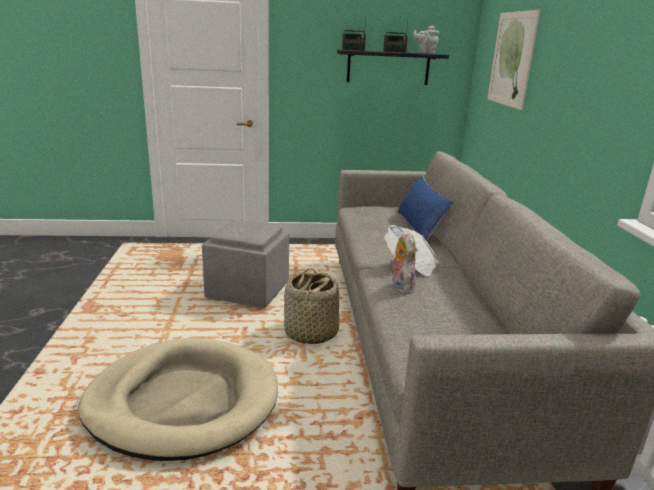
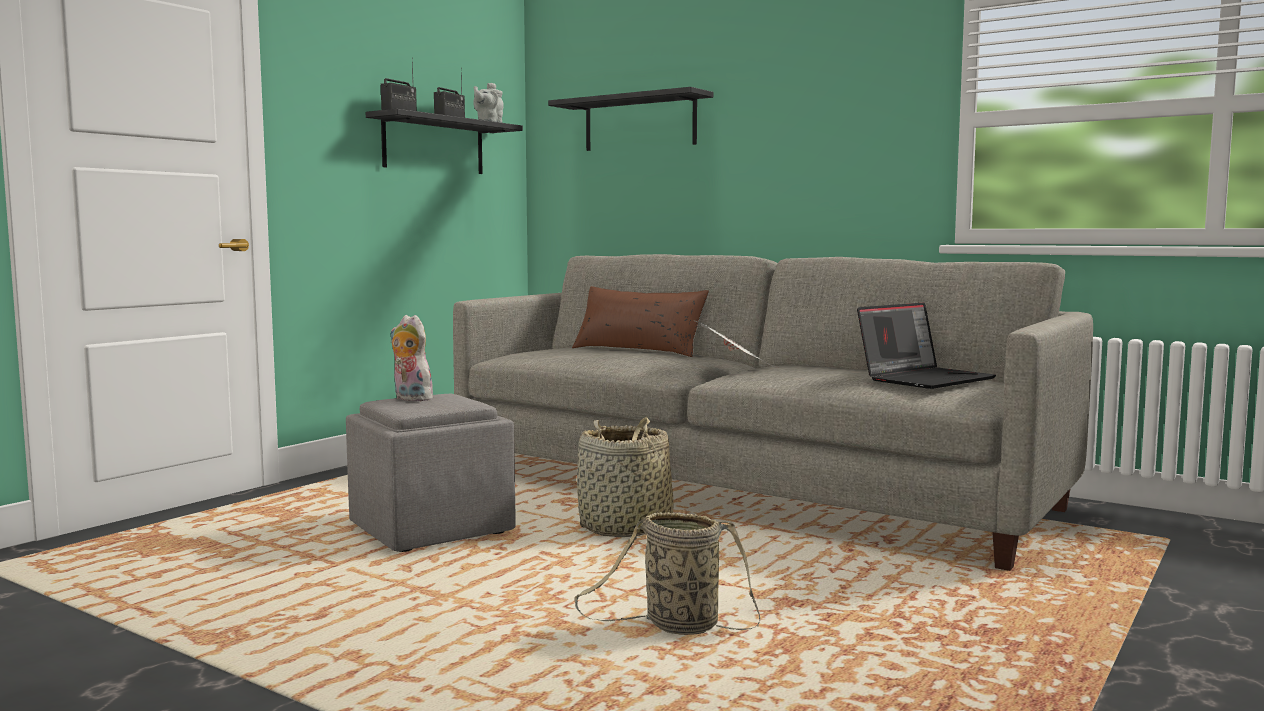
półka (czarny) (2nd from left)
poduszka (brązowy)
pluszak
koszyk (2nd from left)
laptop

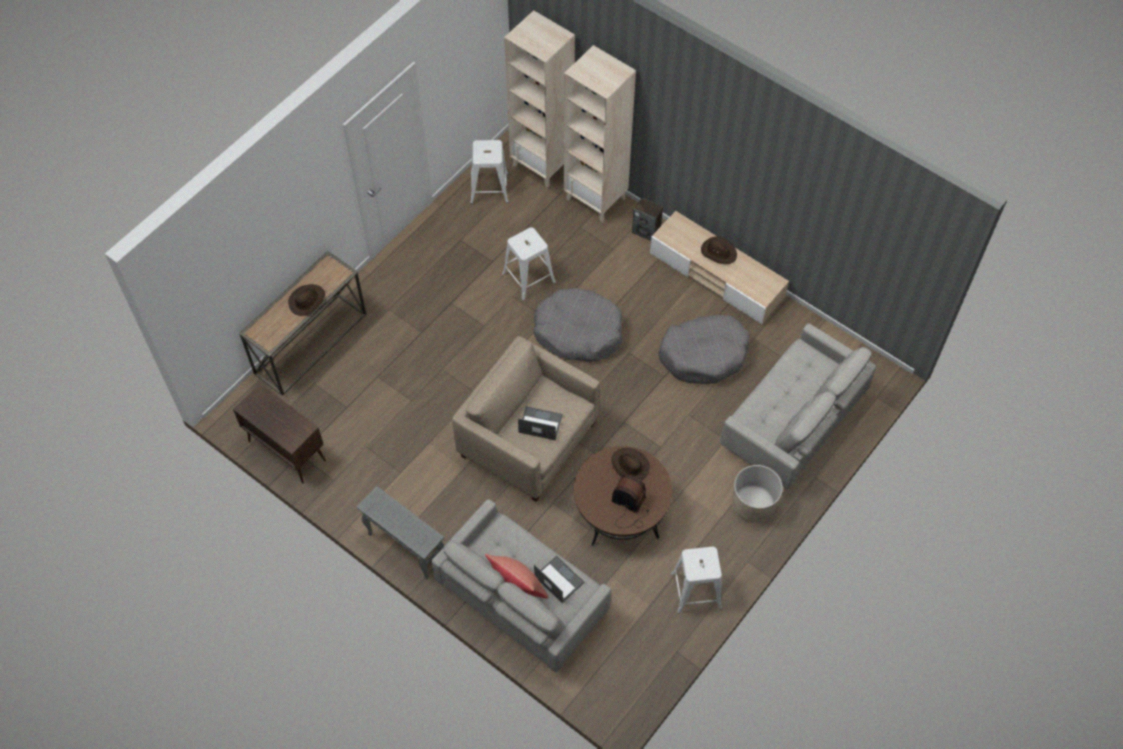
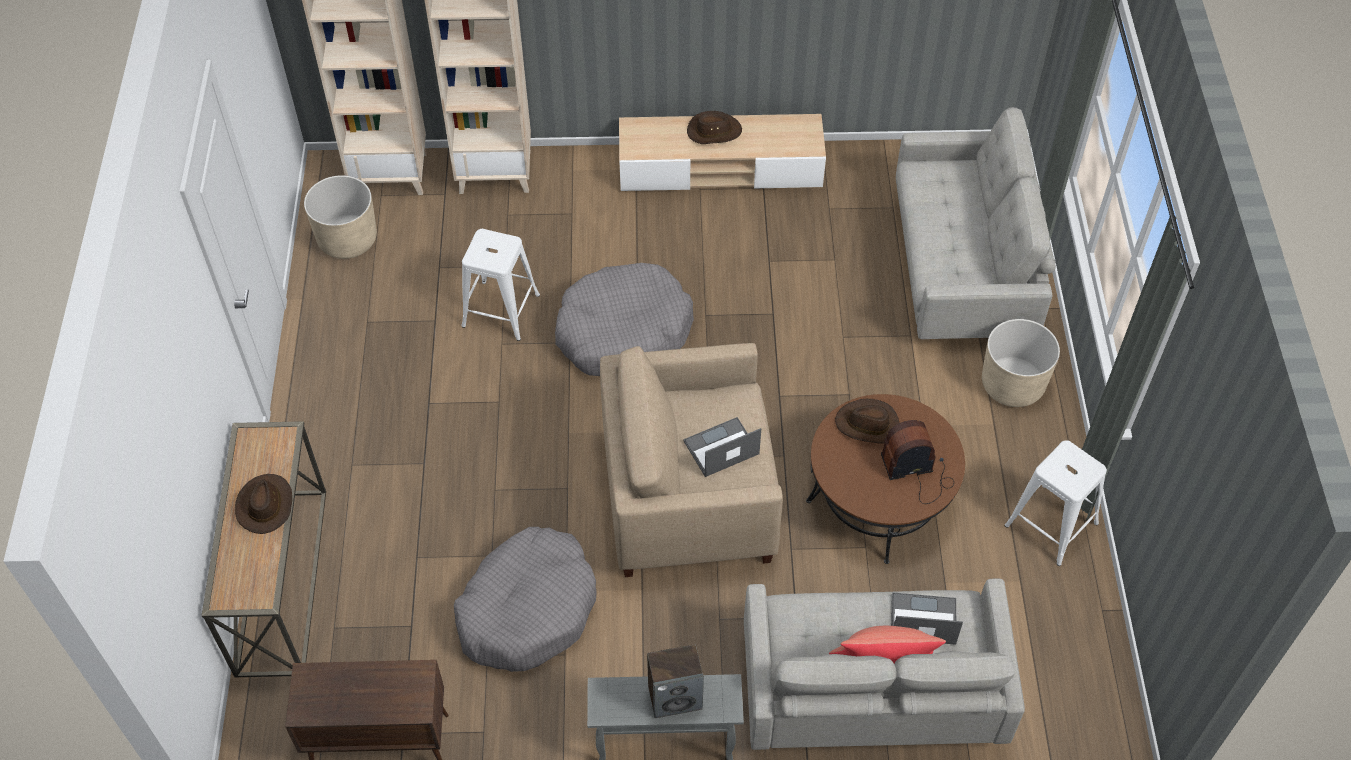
donica (beżowy) (1st from left)
głośnik
legowisko (szary) (1st from left)

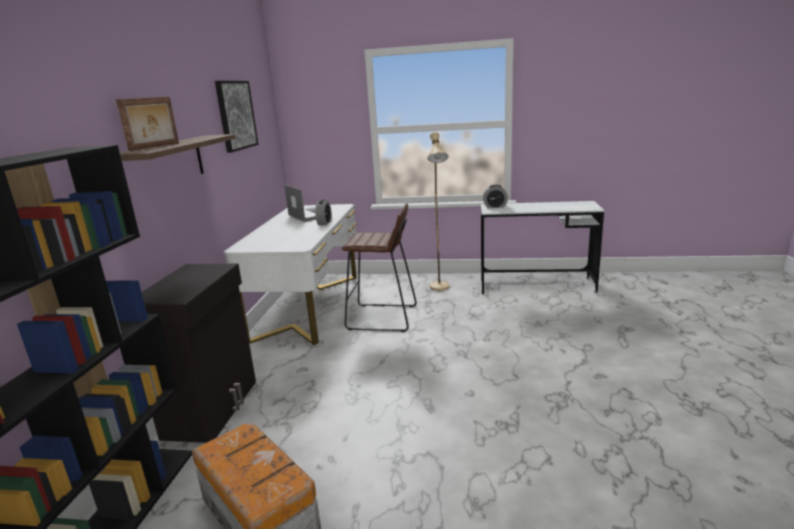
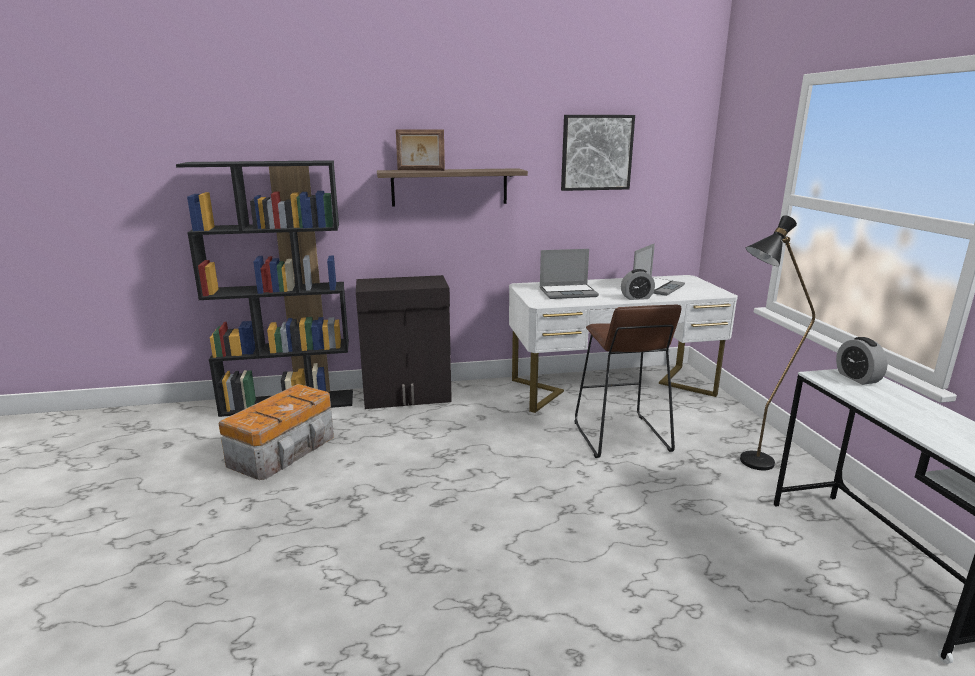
lampa stojąca (czarny)
laptop (1st from left)

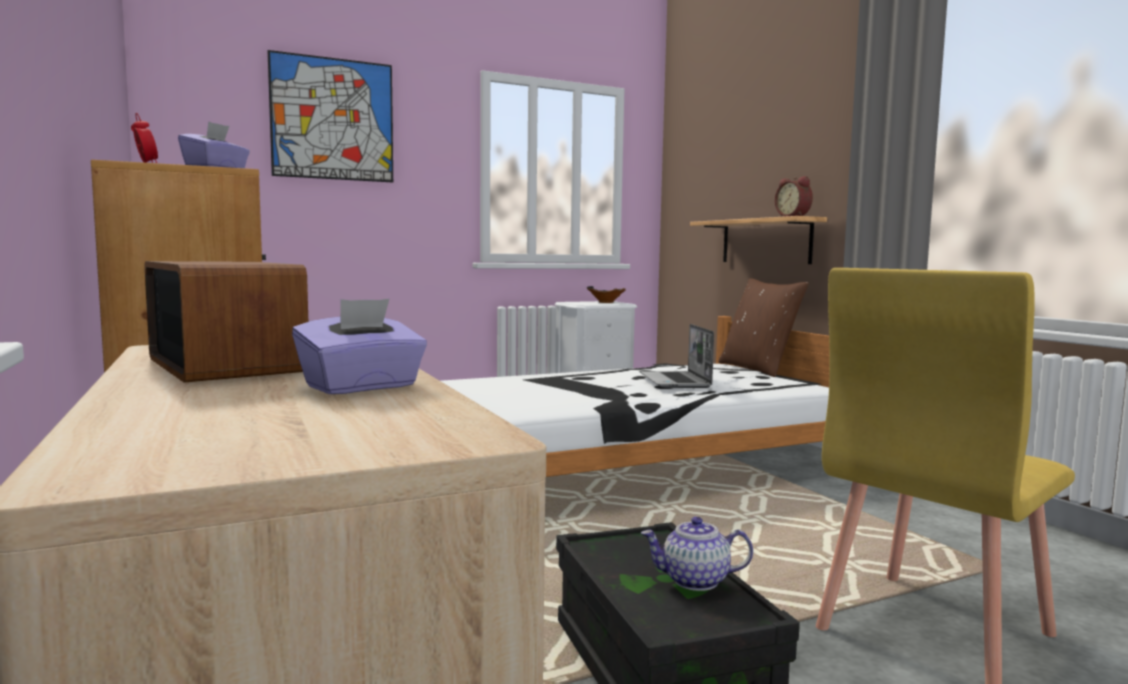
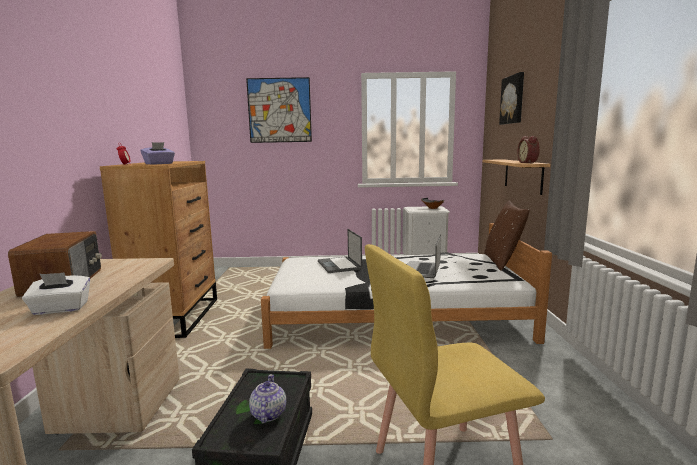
pudełko chusteczek (biały)
imbryk
obraz (2nd from left)
laptop (1st from left)

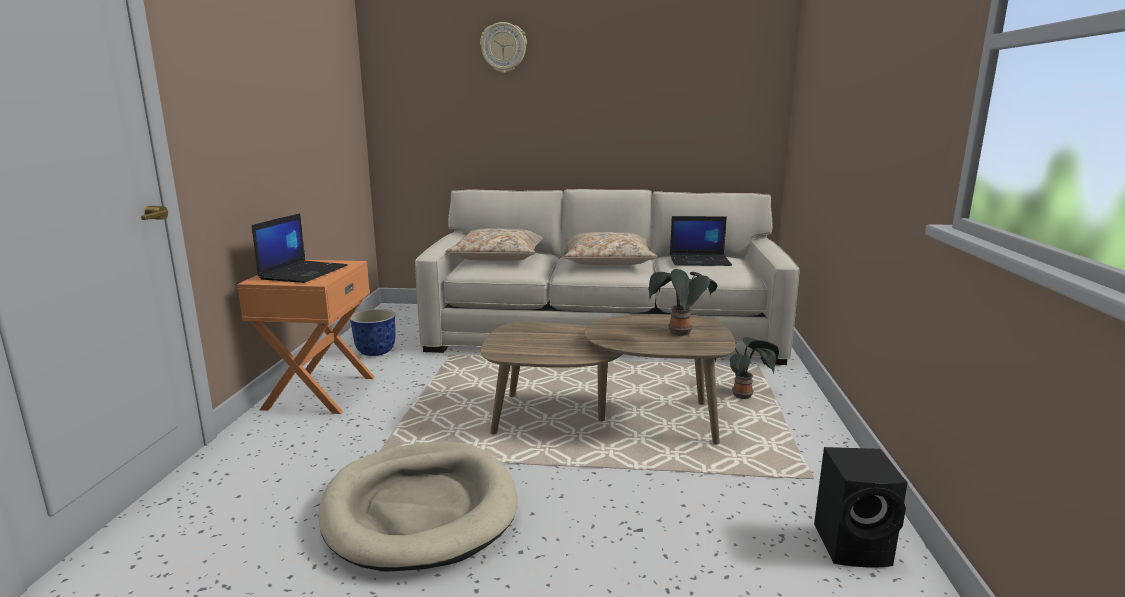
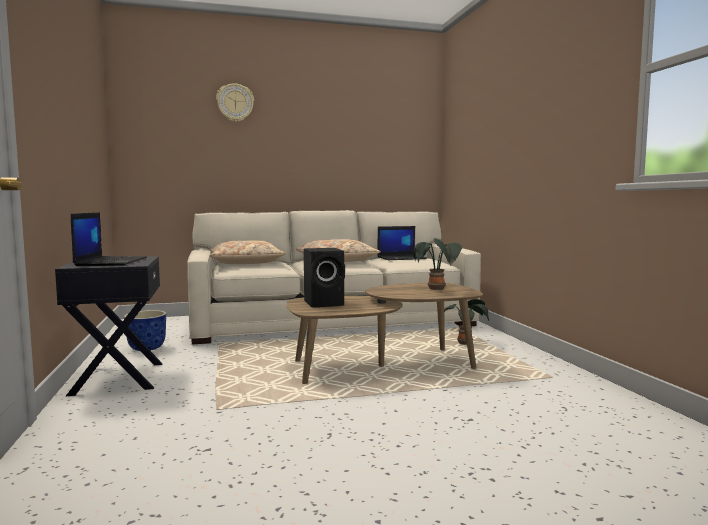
szafka nocna (czarny)
legowisko (beżowy)
głośnik (czarny)

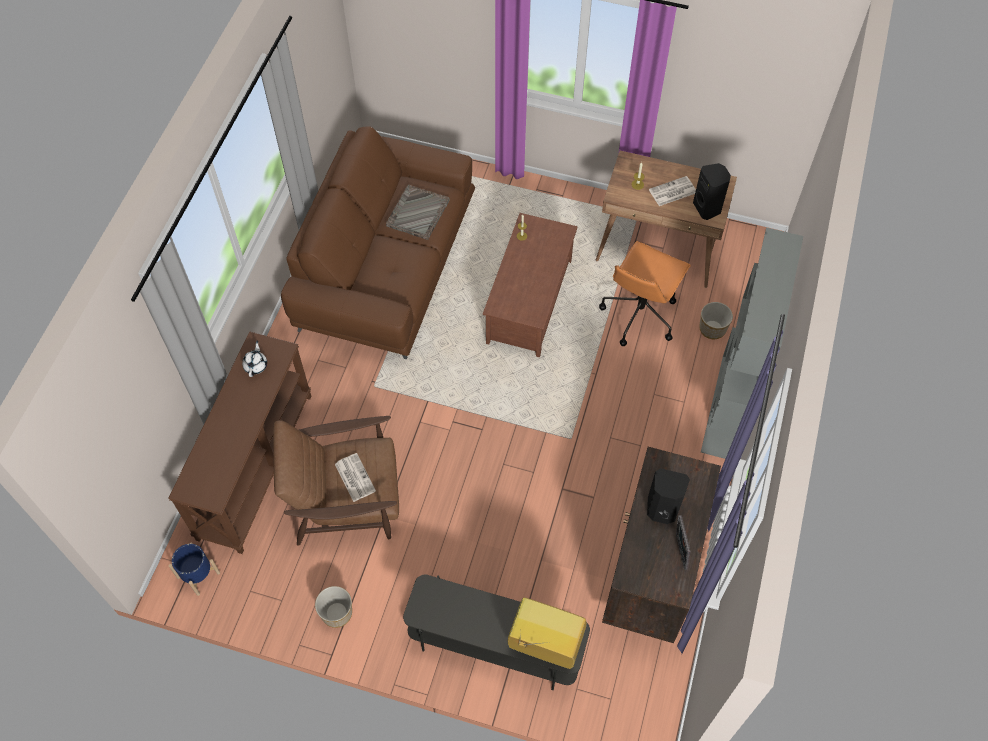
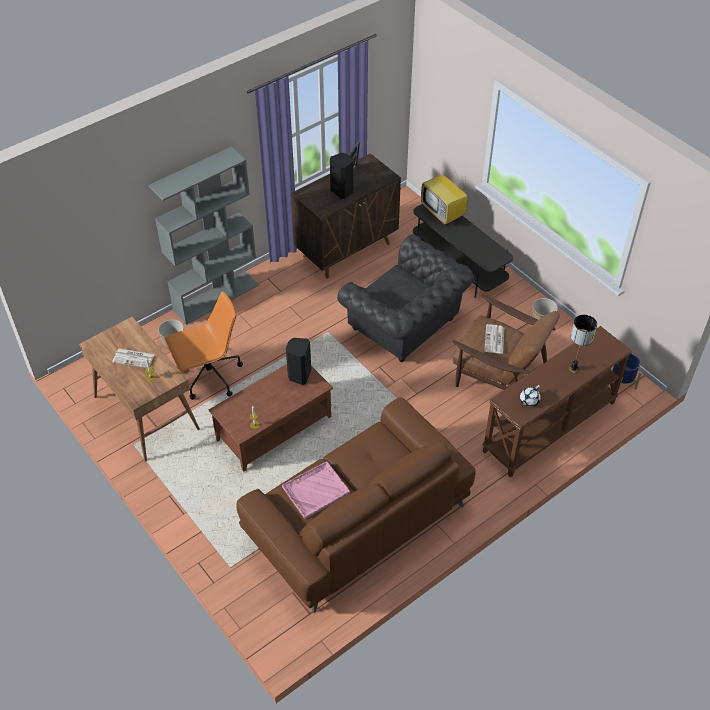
głośnik (czarny) (1st from left)
taca (różowy)
fotel (szary)
lampa stołowa

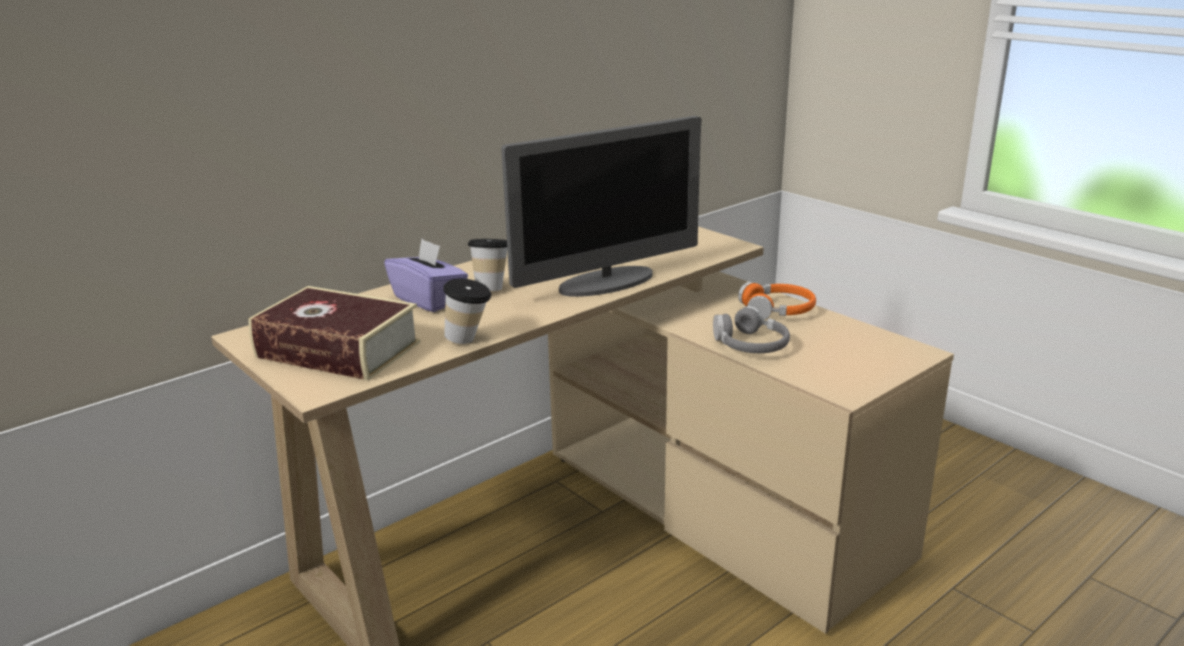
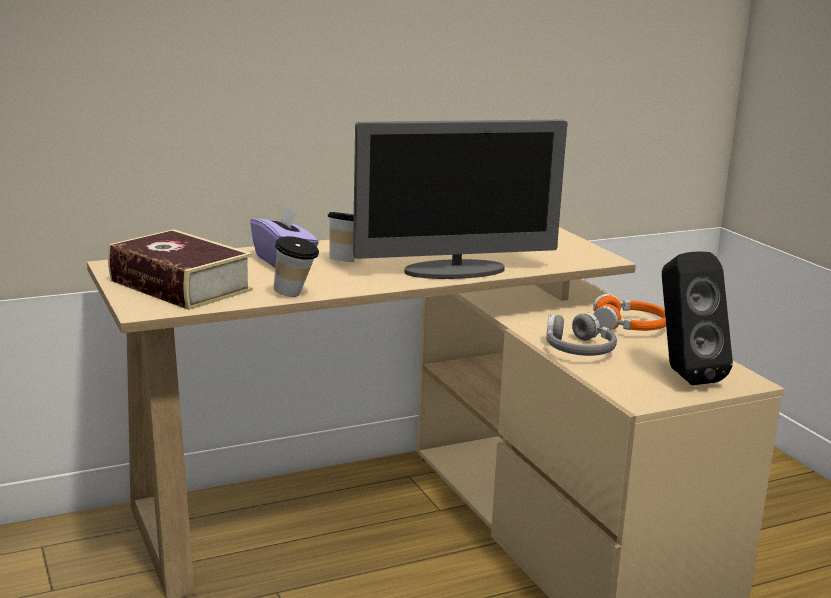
głośnik (czarny)

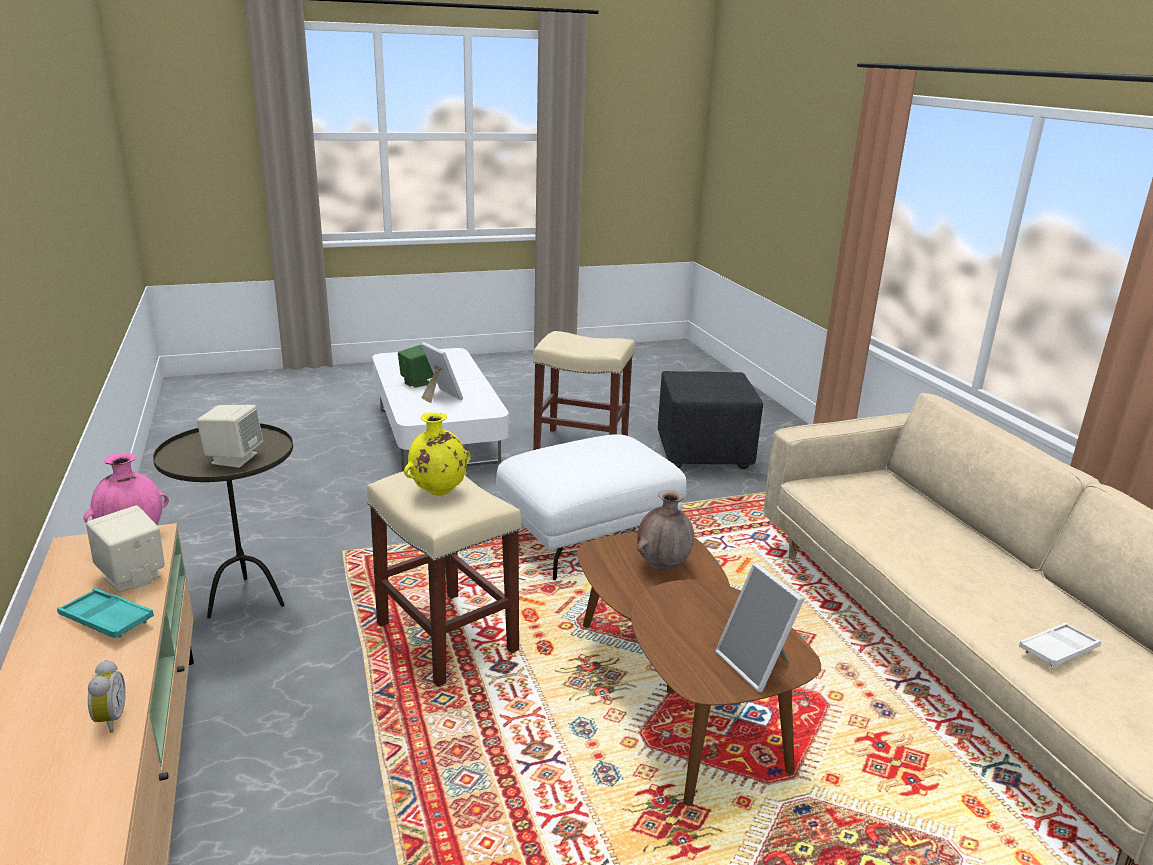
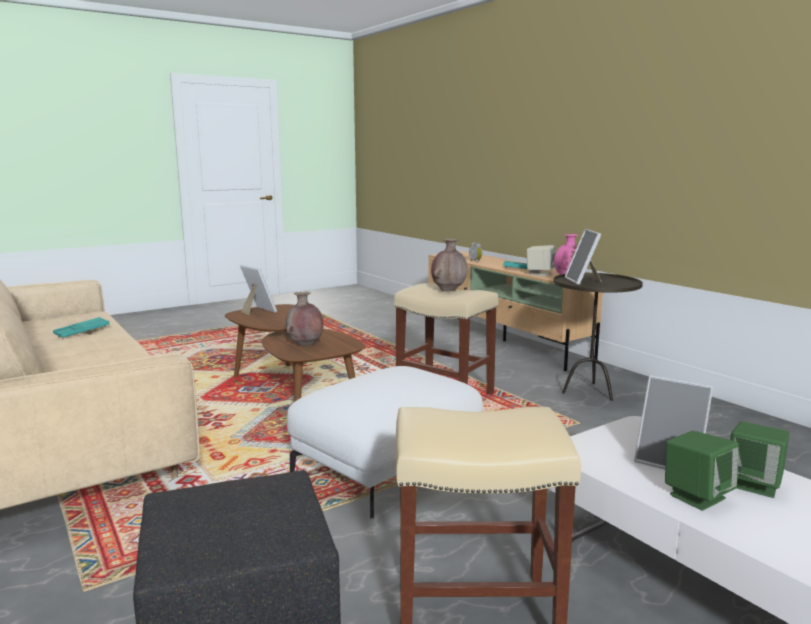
ramka na zdjęcie (2nd from left)
wazon (brązowy) (2nd from left)
taca (turkusowy) (1st from left)
głośnik (zielony) (1st from left)

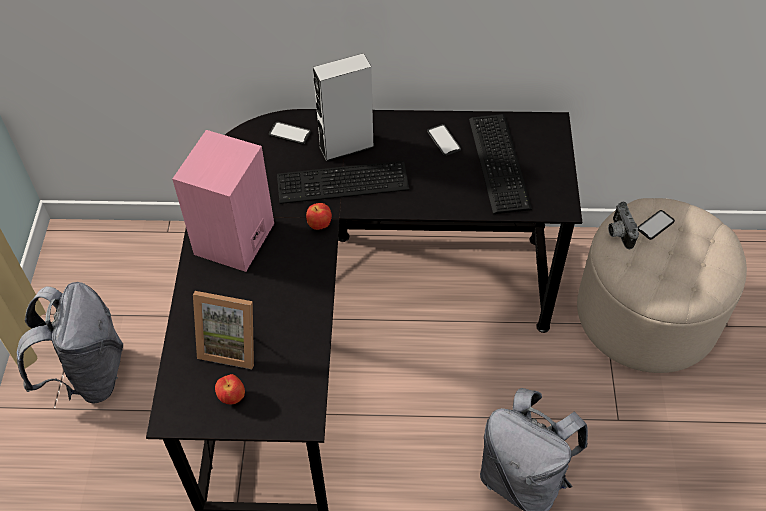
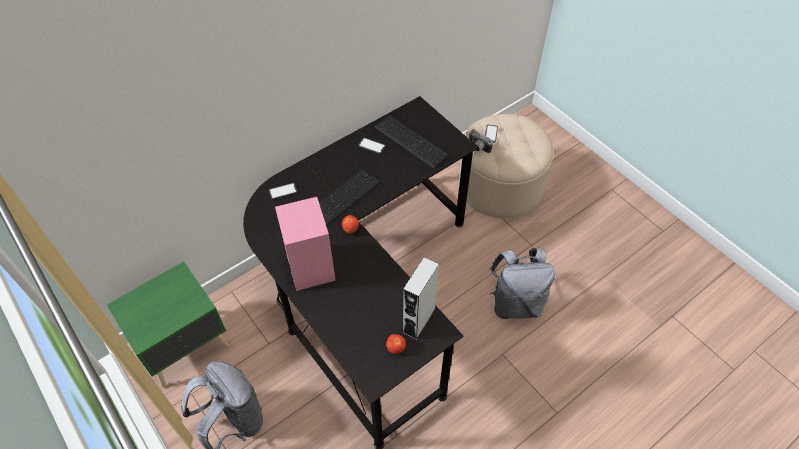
głośnik (szary)
ramka na zdjęcie
szafka nocna (zielony)

